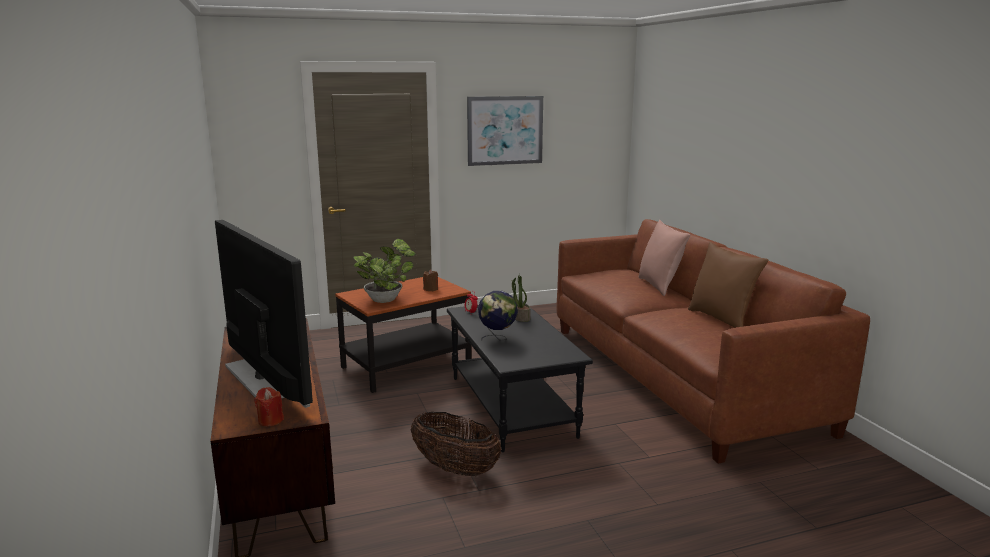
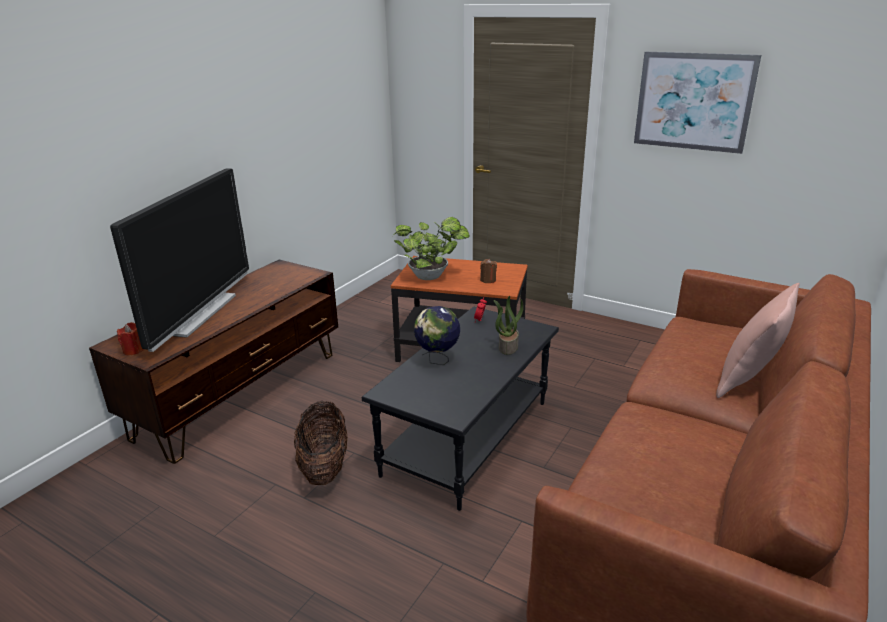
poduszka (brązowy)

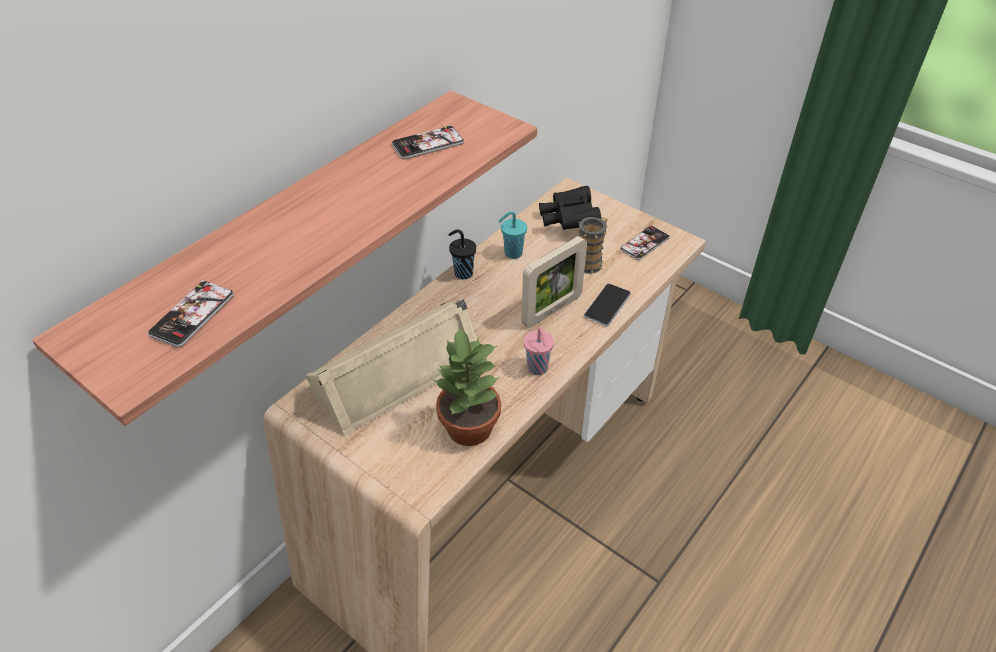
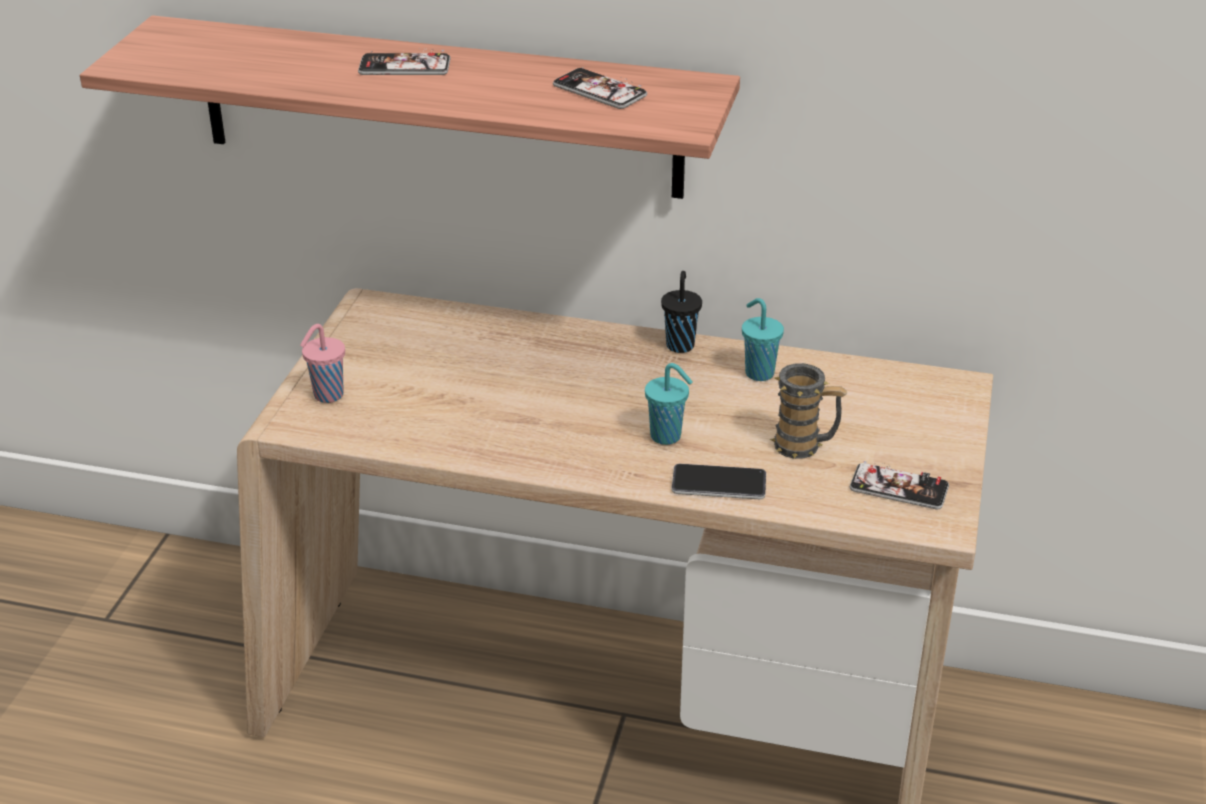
lornetka (czarny)
filiżanka (turkusowy) (1st from left)
telefon (1st from left)
głośnik (beżowy)
roślina doniczkowa
filiżanka (różowy)

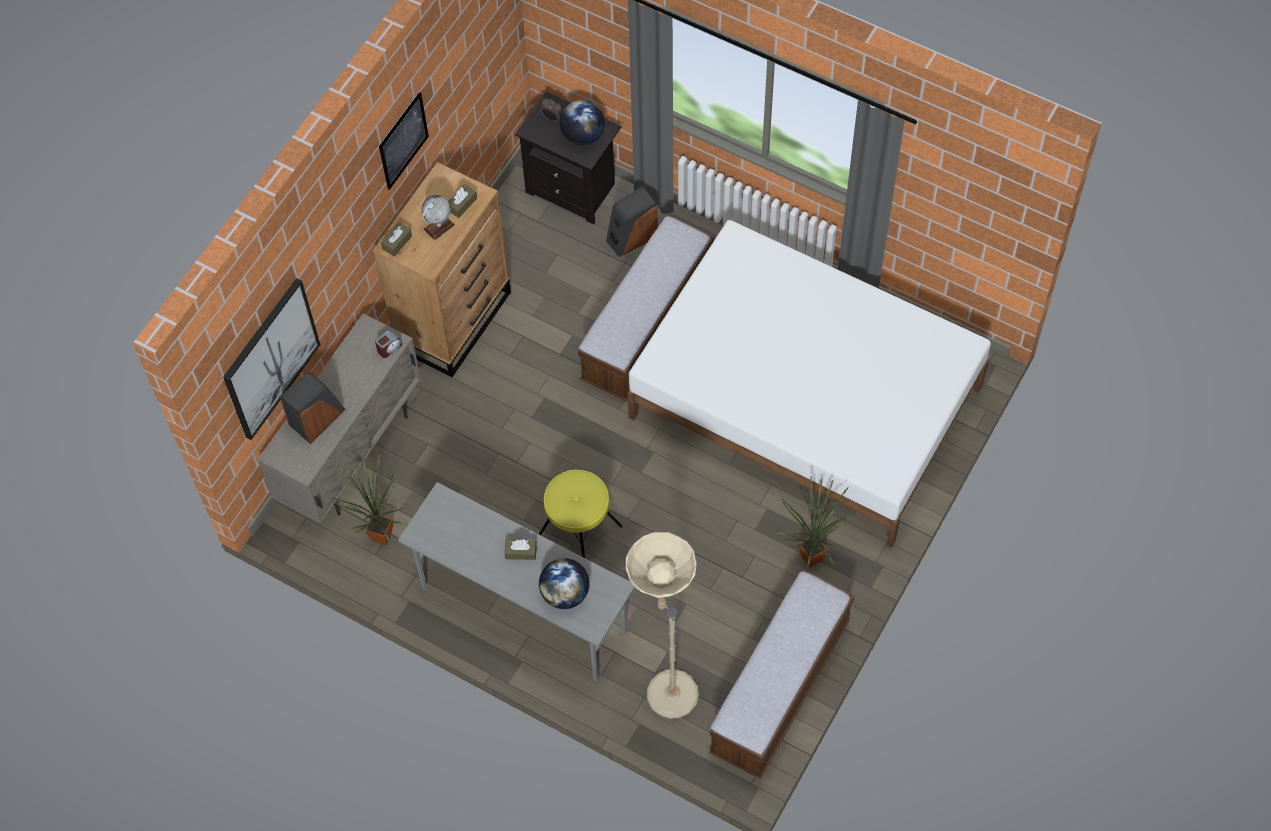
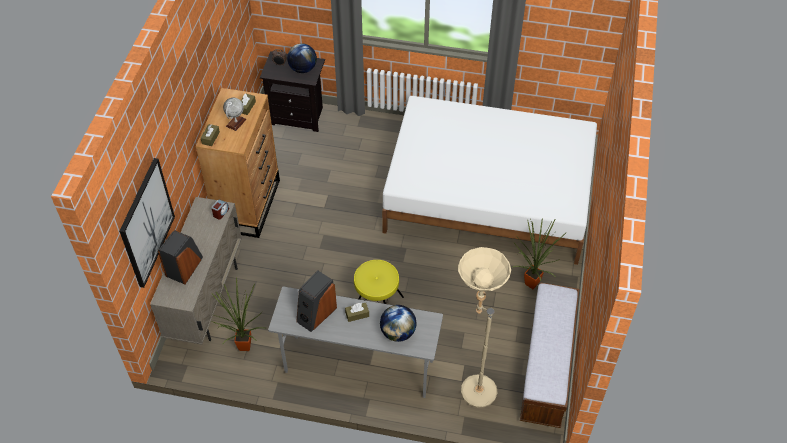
obraz (2nd from left in the first image)
głośnik (2nd from left)
ławka (1st from left in the first image)

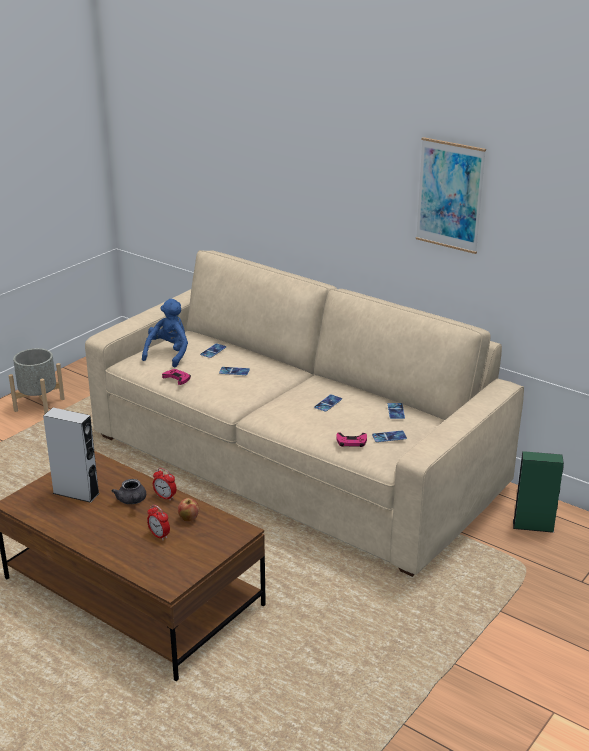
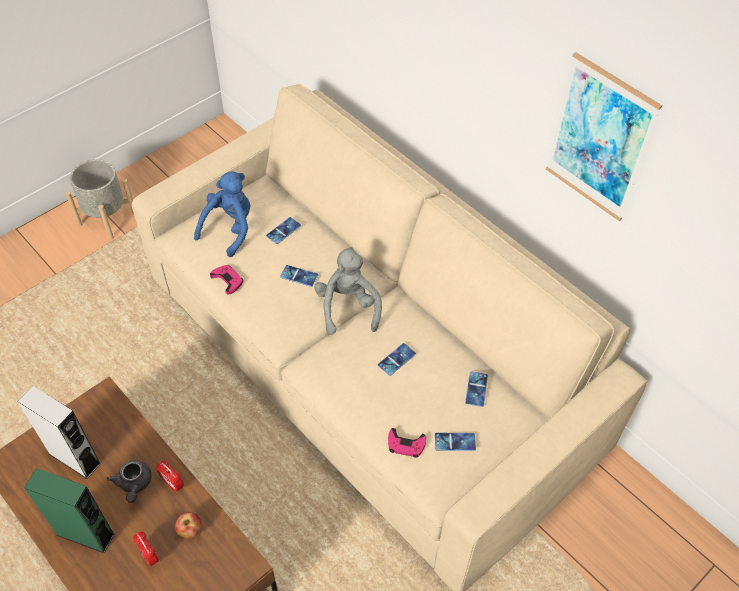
głośnik (zielony)
pluszak (szary)

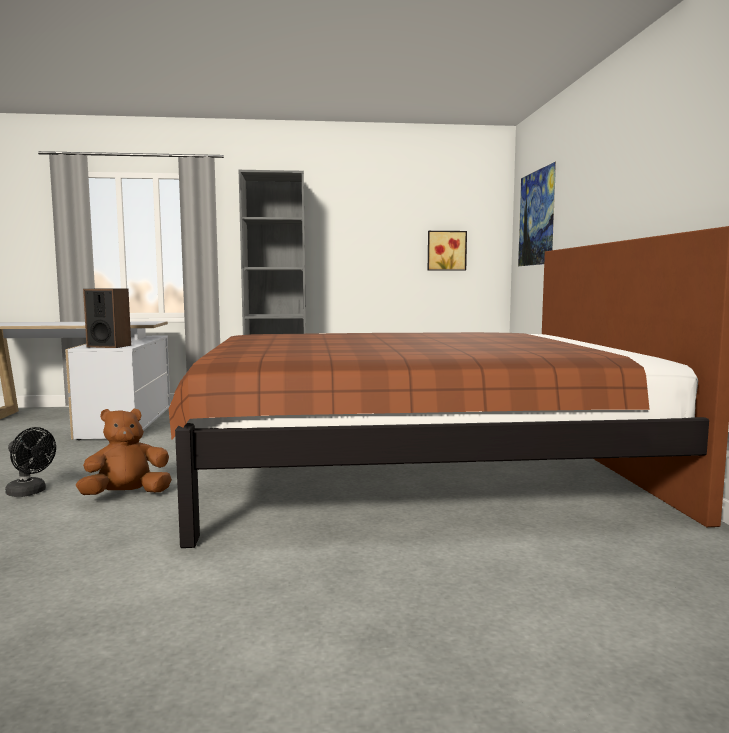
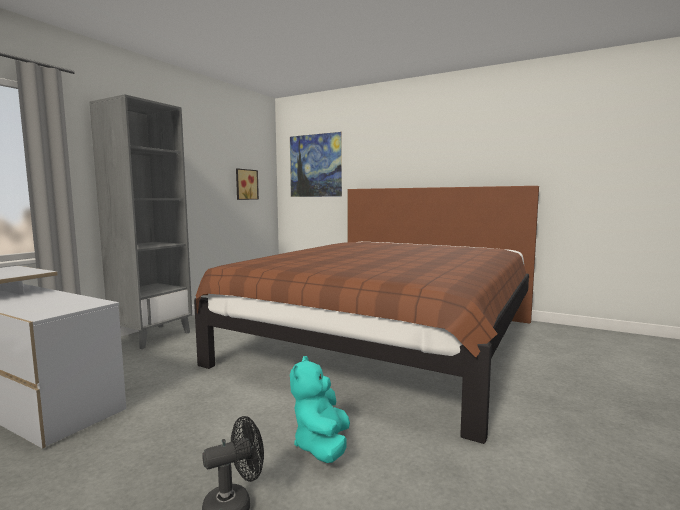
głośnik
pluszak (turkusowy)

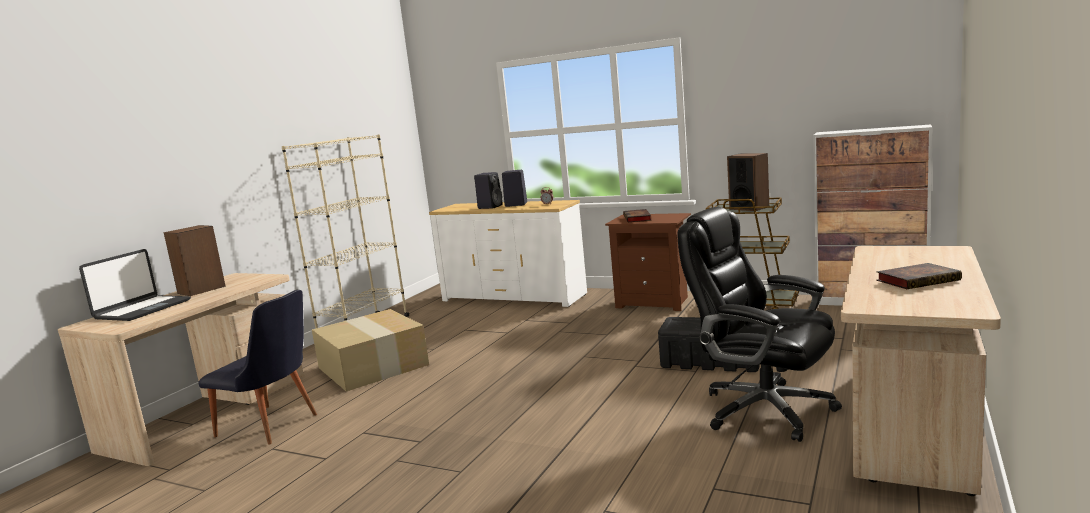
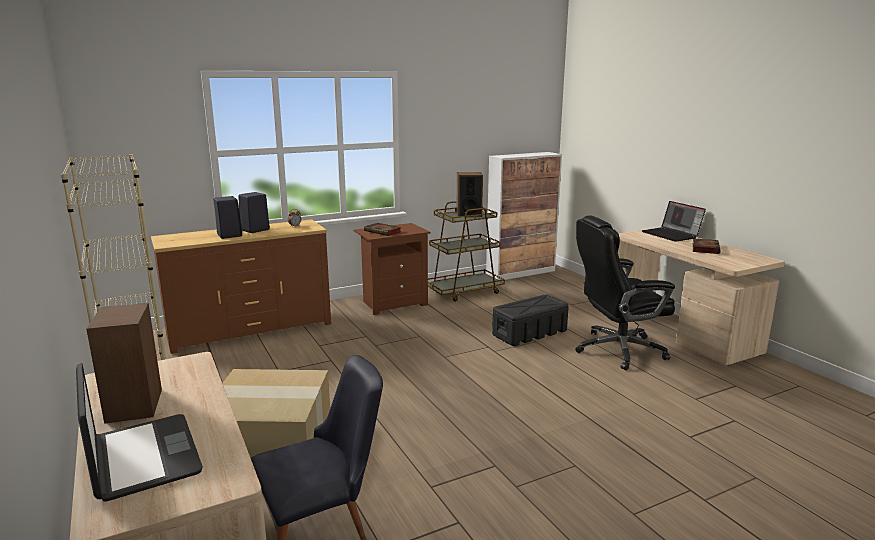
komoda (brązowy)
laptop (2nd from left)

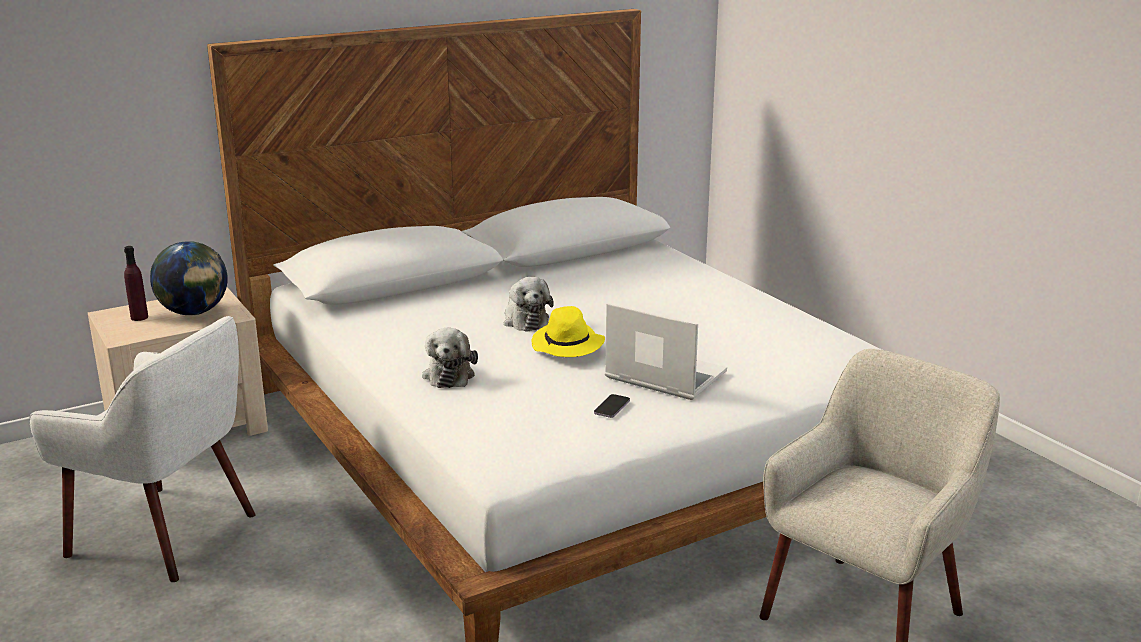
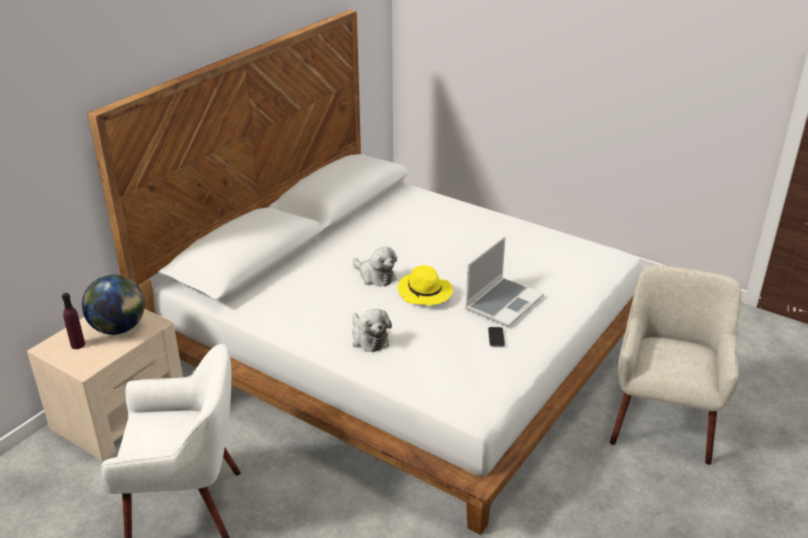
laptop

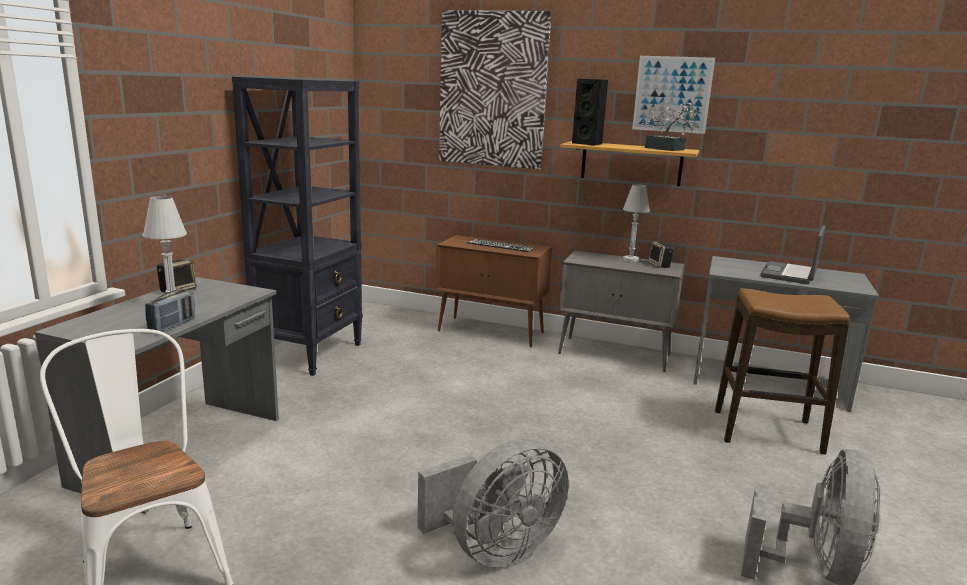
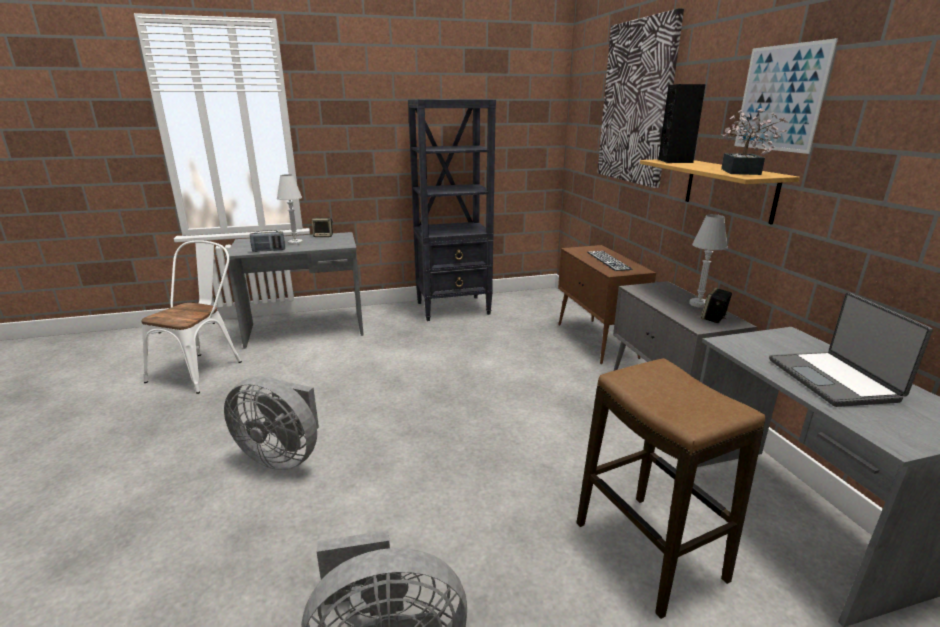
laptop

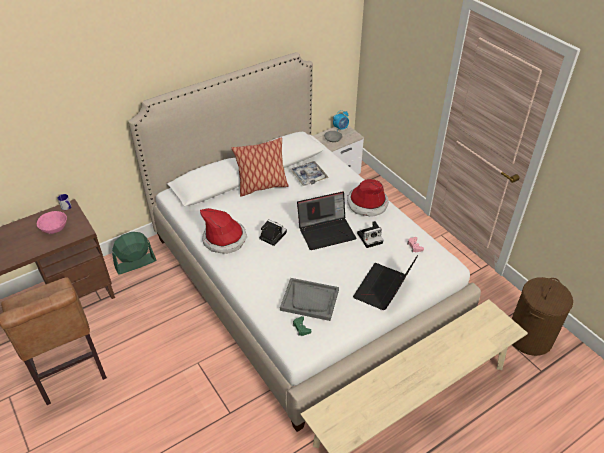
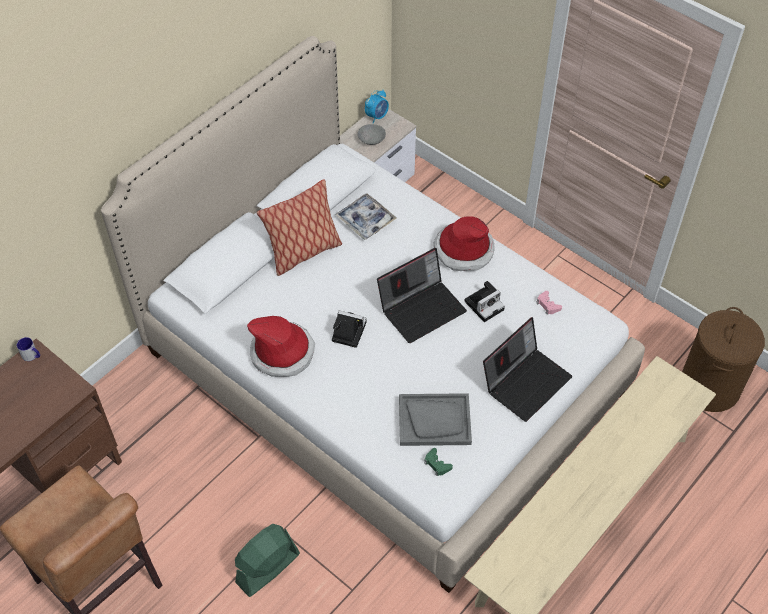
miska (różowy)
wentylator (zielony)
laptop (2nd from left)

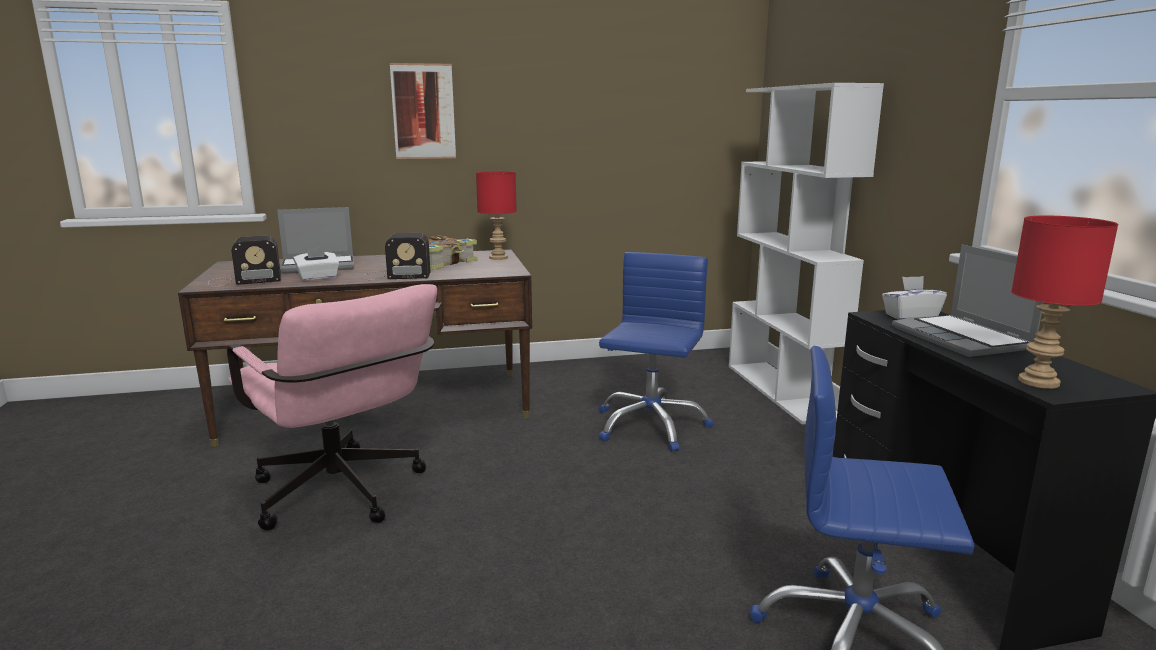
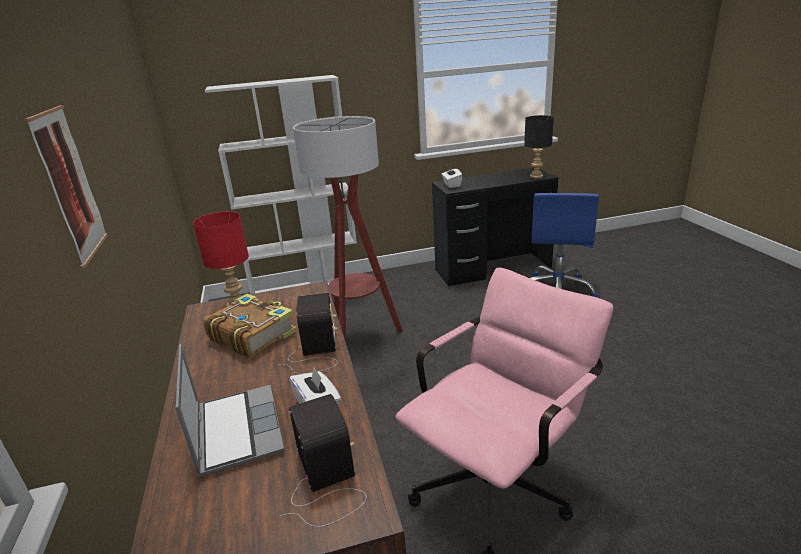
lampa stołowa (czarny)
laptop (2nd from left in the first image)
lampa stojąca

